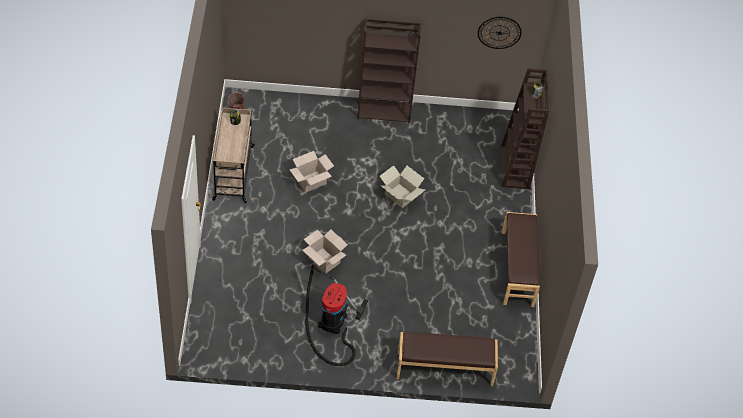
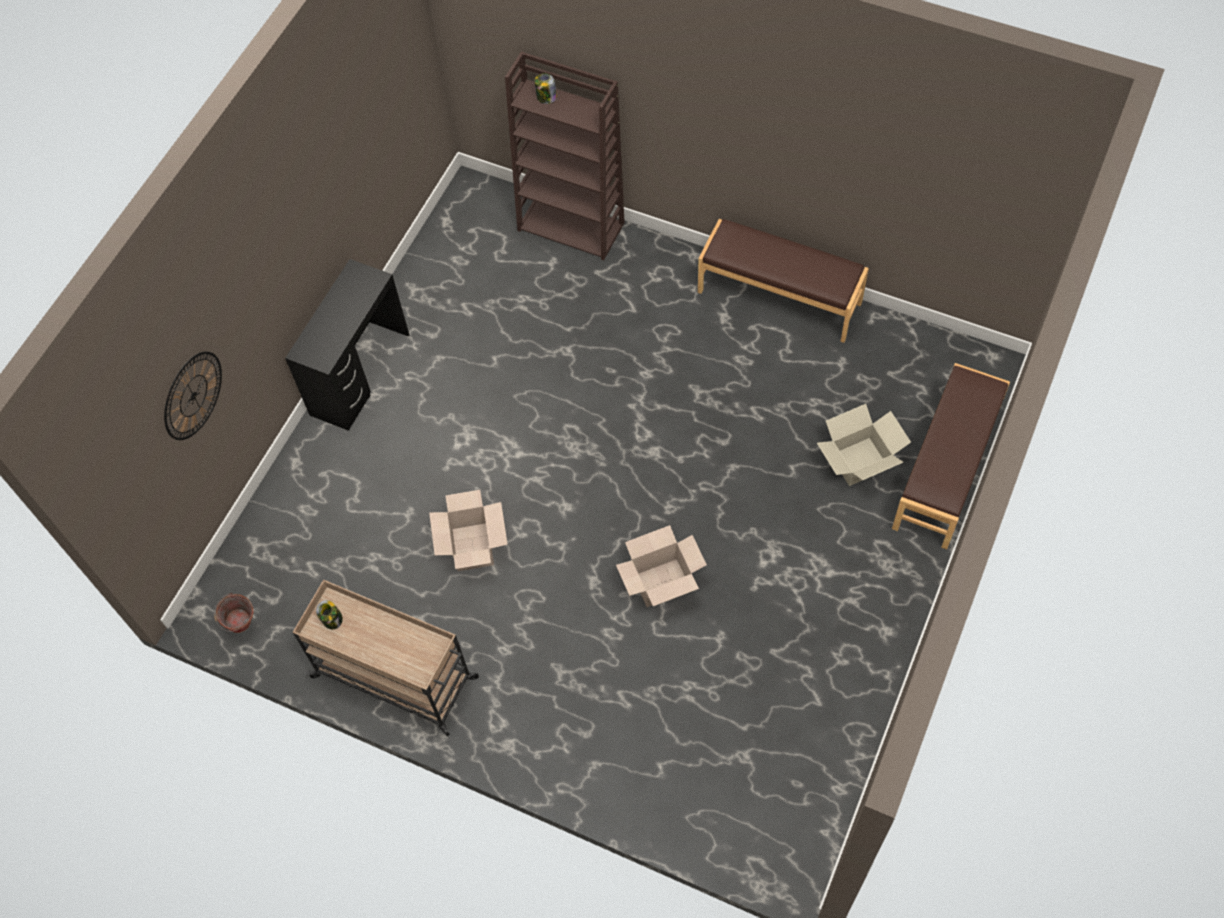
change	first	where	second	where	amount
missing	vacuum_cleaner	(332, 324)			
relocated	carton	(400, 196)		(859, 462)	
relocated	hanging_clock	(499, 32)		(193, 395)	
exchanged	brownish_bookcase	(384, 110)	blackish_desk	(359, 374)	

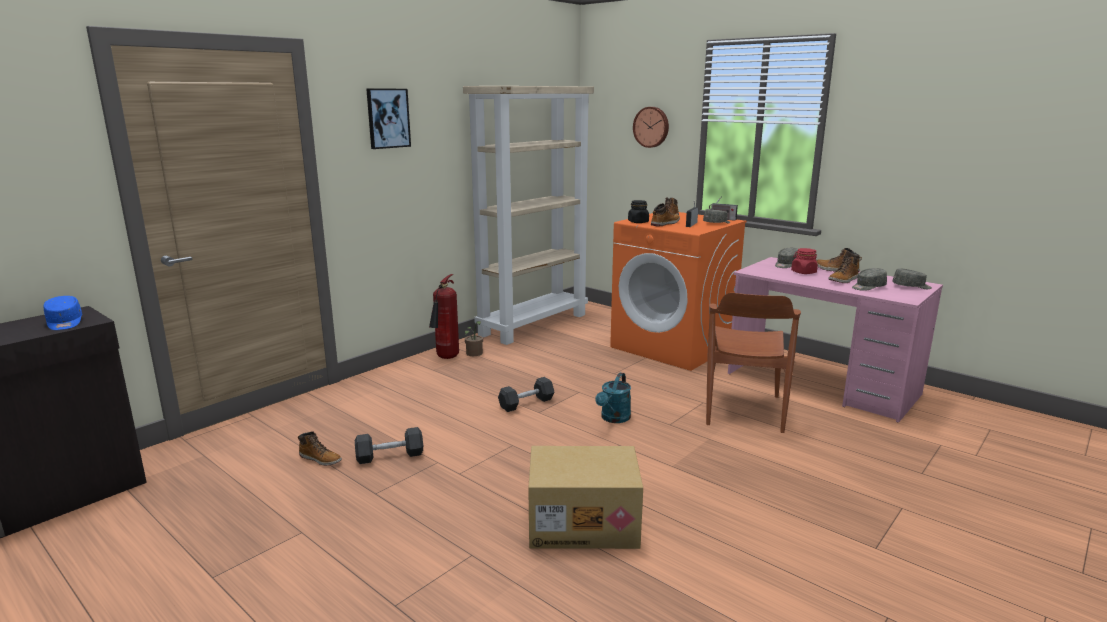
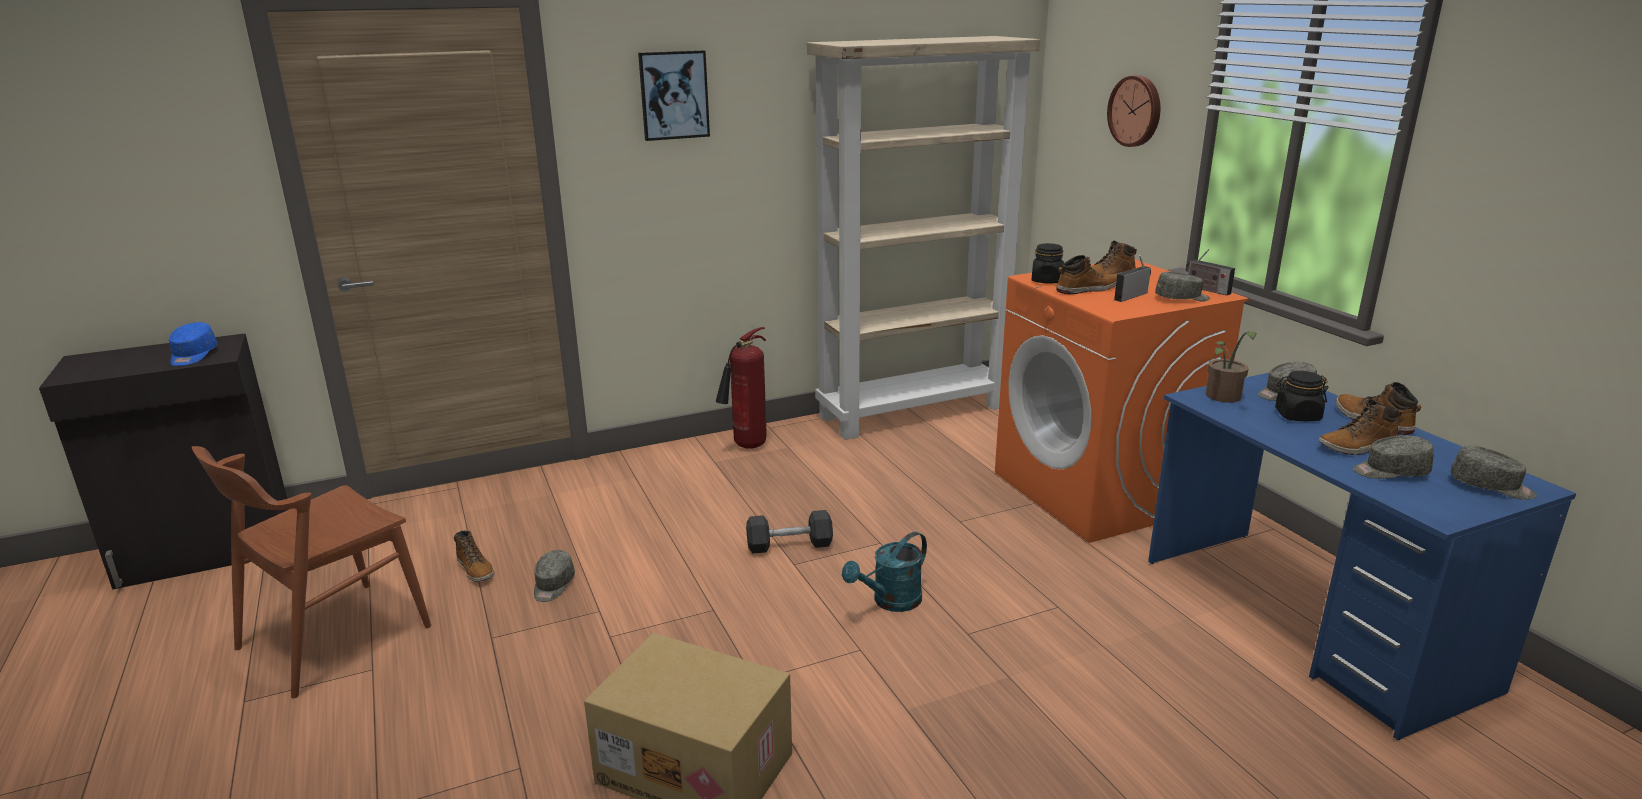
change	first	where	second	where	amount
relocated	potted_plant	(474, 354)		(1223, 398)	
relocated	brownish_plain_chair	(743, 410)		(333, 637)	
exchanged	grey_free_weight	(390, 456)	grey_baseball_cap	(553, 586)	
colour	pink_desk	(821, 384)	blue-coloured_desk	(1308, 622)	
colour	red_jar	(803, 272)	blackish_jar	(1297, 416)	

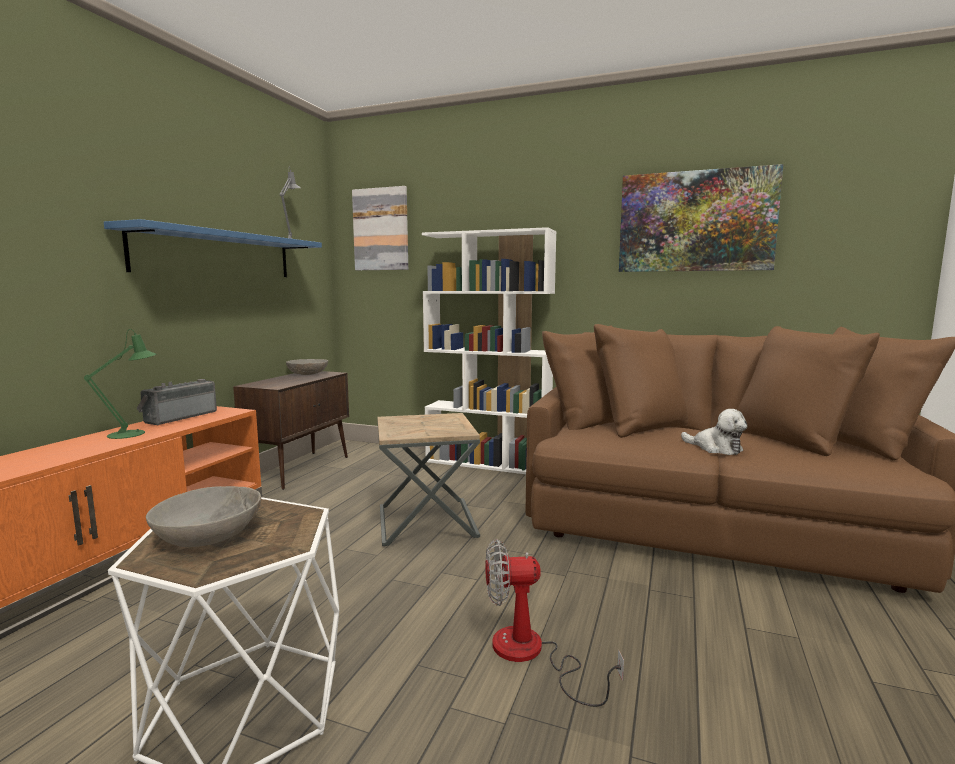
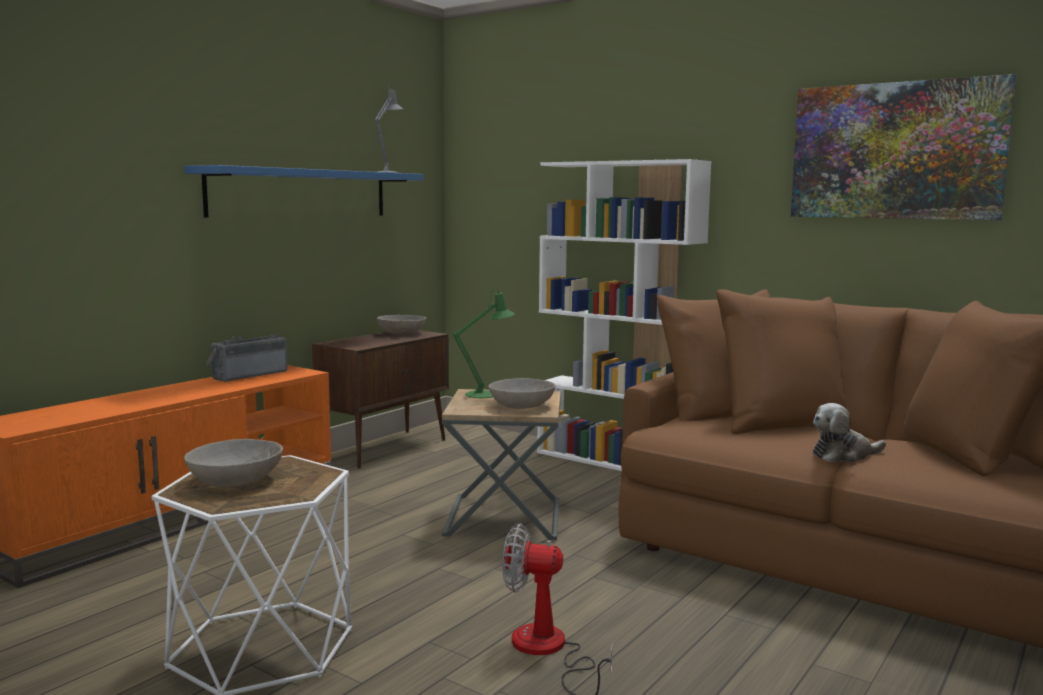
change	first	where	second	where	amount
missing	picture	(381, 229)			
appeared			grey_deep_dish	(521, 405)	
relocated	green_table_lamp	(132, 433)		(486, 394)	
spun	plush_toy	(715, 448)		(843, 455)	105 degrees clockwise

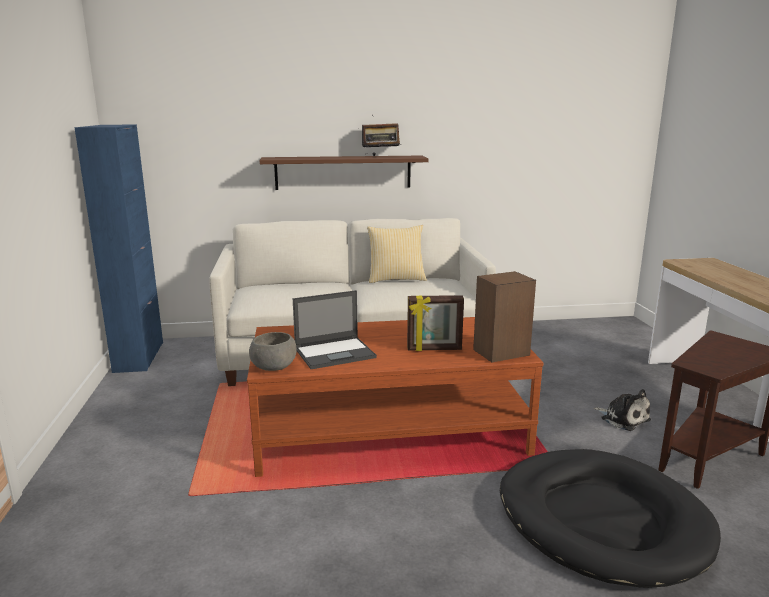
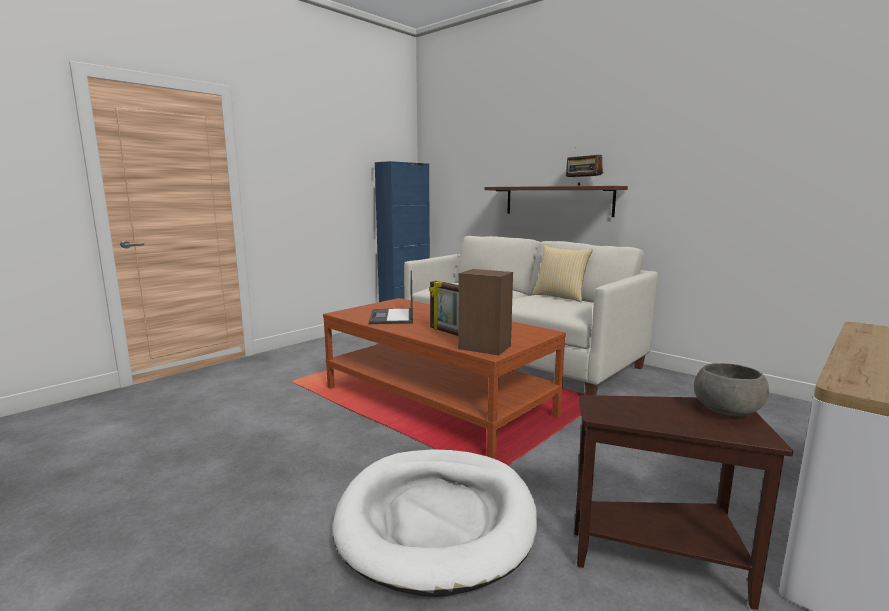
change	first	where	second	where	amount
missing	plush_toy	(623, 418)			
relocated	grey_deep_dish	(273, 366)		(726, 409)	
colour	blackish_dog_bed	(601, 520)	whitish_dog_bed	(436, 520)	
spun	laptop	(335, 353)		(392, 317)	60 degrees clockwise

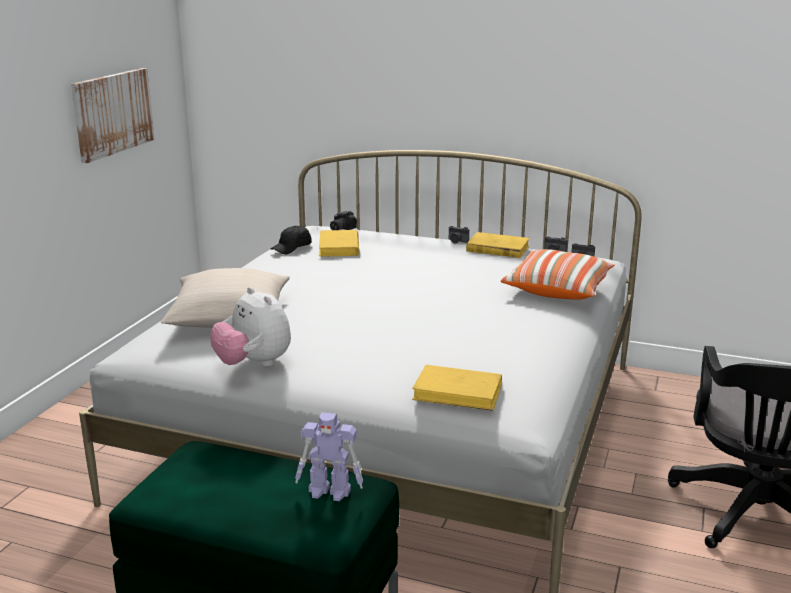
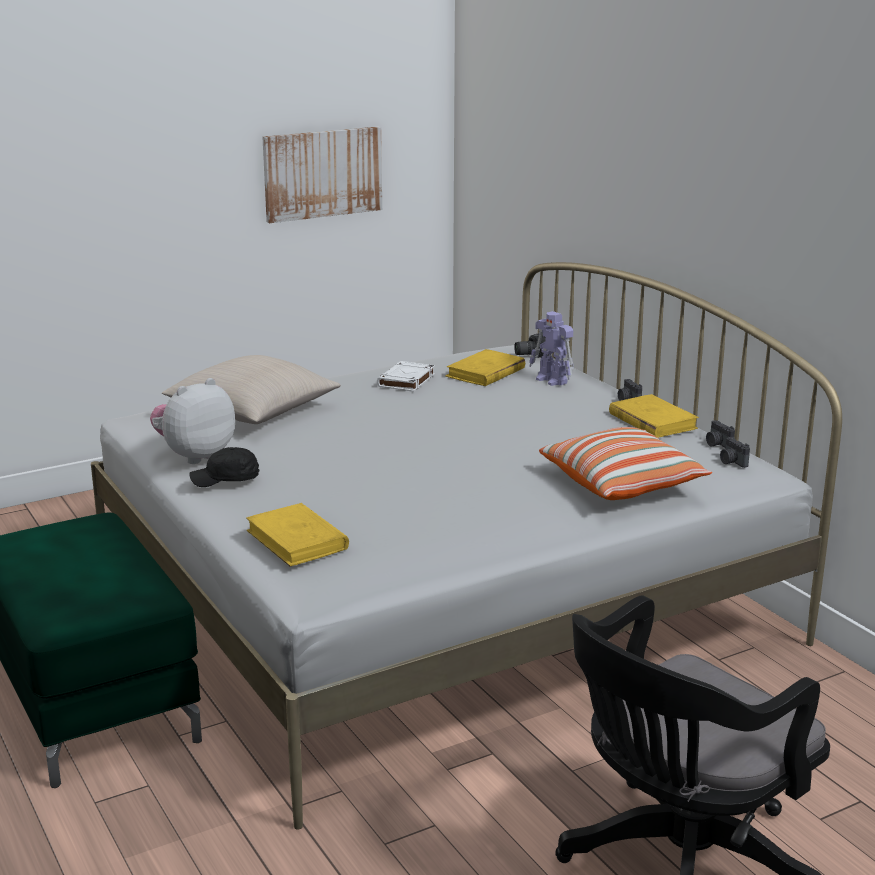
change	first	where	second	where	amount
appeared			whitish_bound_book	(406, 381)	
relocated	blackish_baseball_cap	(292, 248)		(226, 480)	
relocated	toy_robot	(330, 491)		(552, 380)	
spun	plush_toy	(253, 364)		(195, 456)	45 degrees clockwise

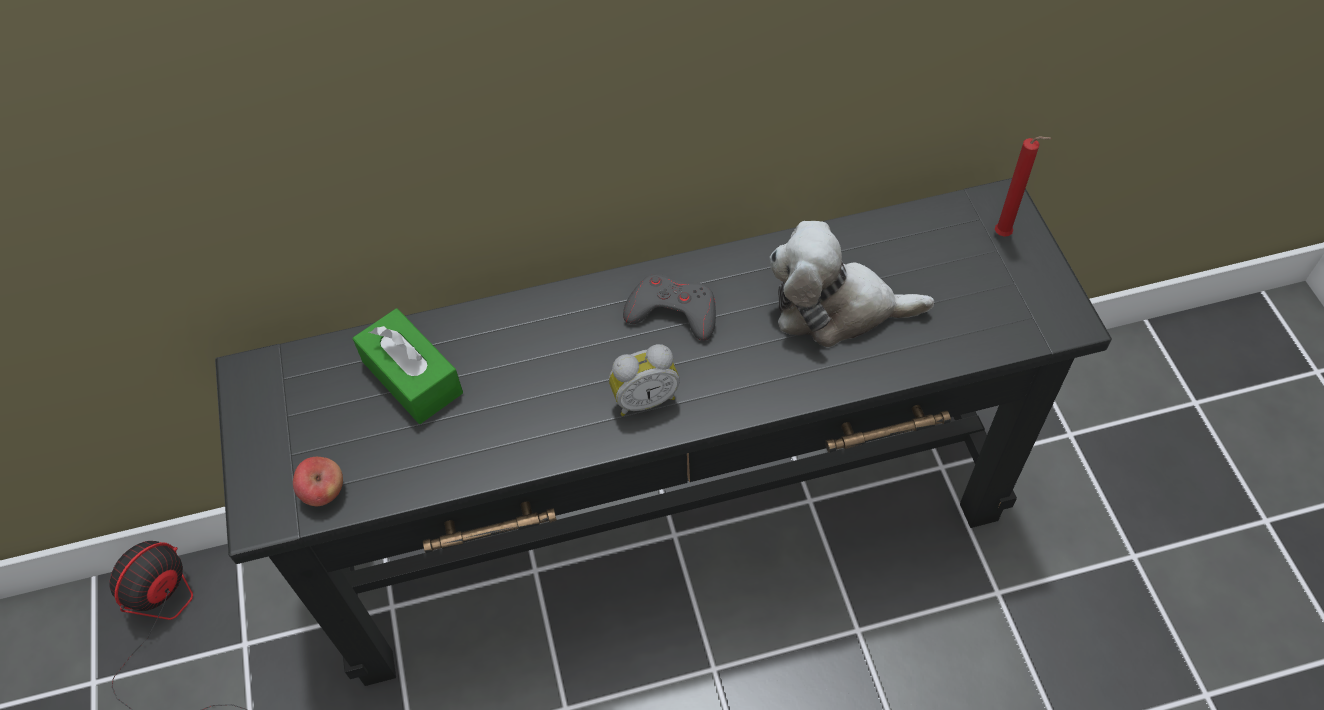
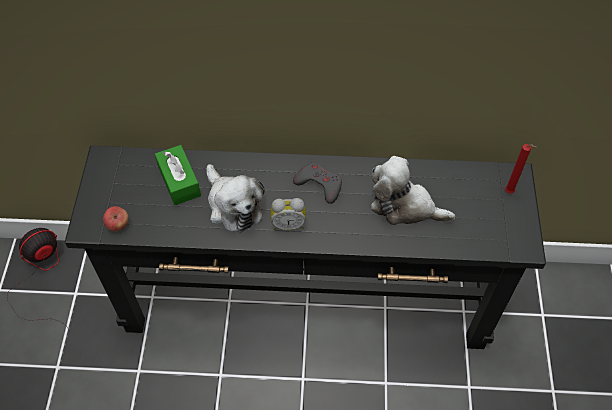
change	first	where	second	where	amount
appeared			plush_toy	(233, 205)	

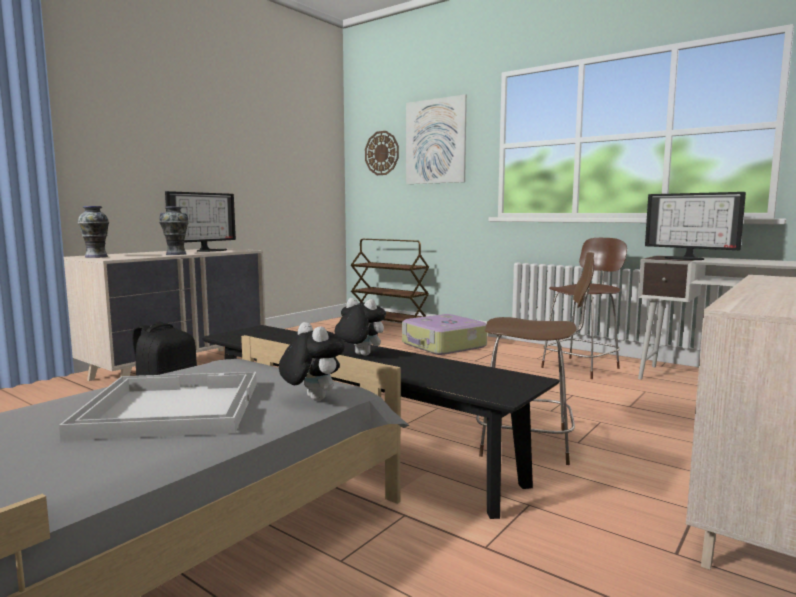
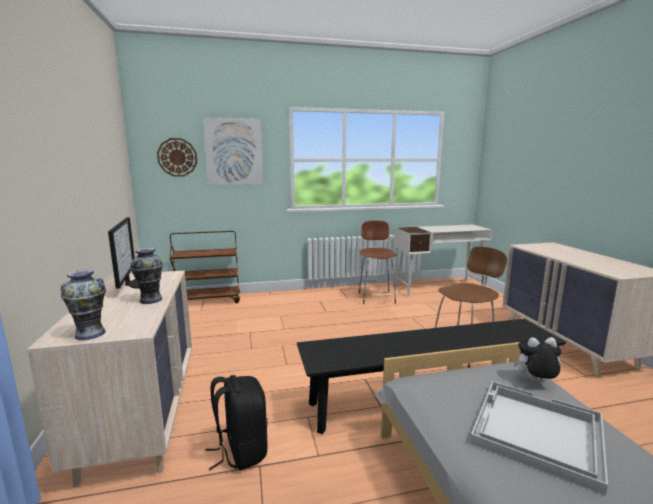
change	first	where	second	where	amount
missing	plush_toy	(359, 355)			
missing	suitcase	(443, 345)			
missing	computer_display	(686, 258)			

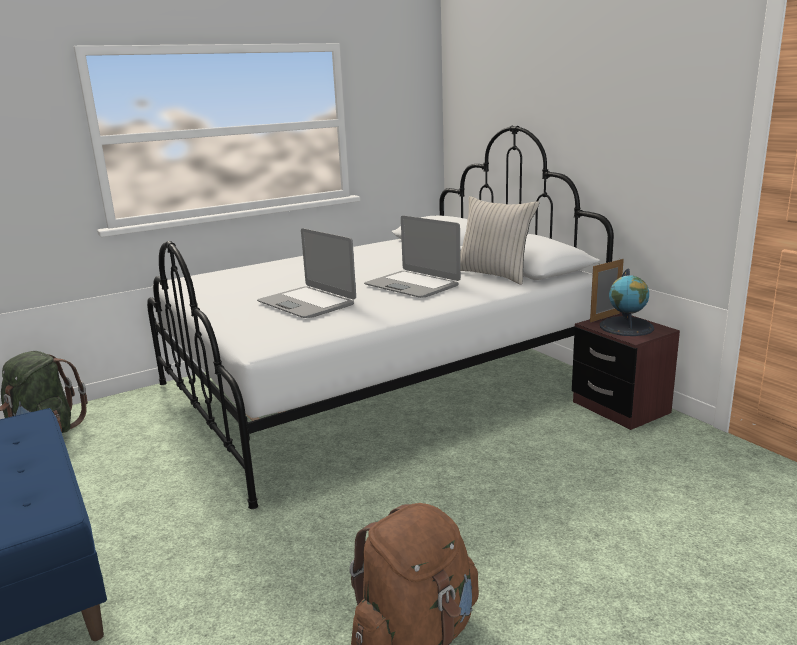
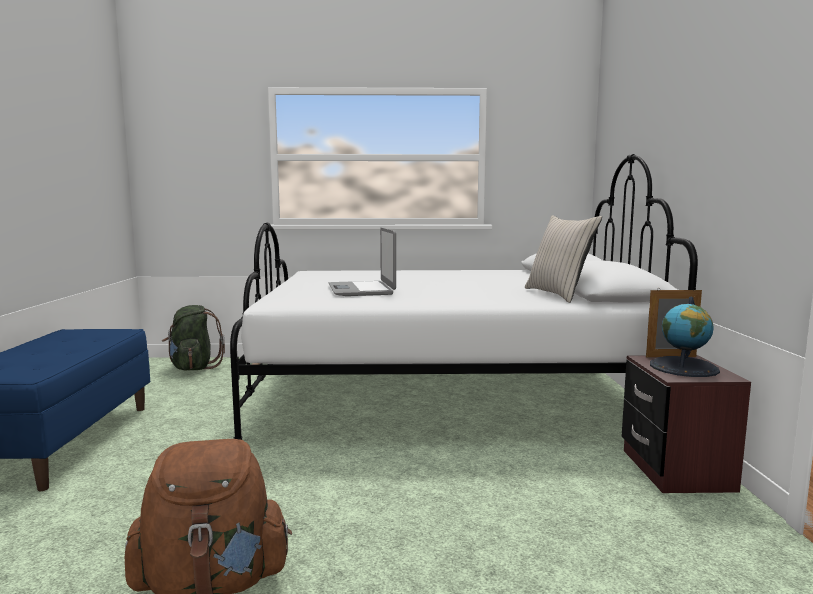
change	first	where	second	where	amount
missing	laptop	(412, 285)			

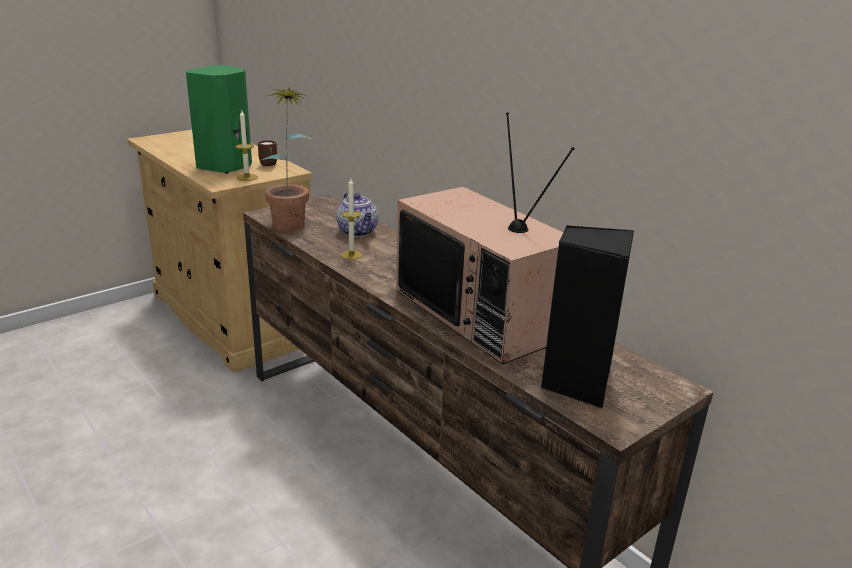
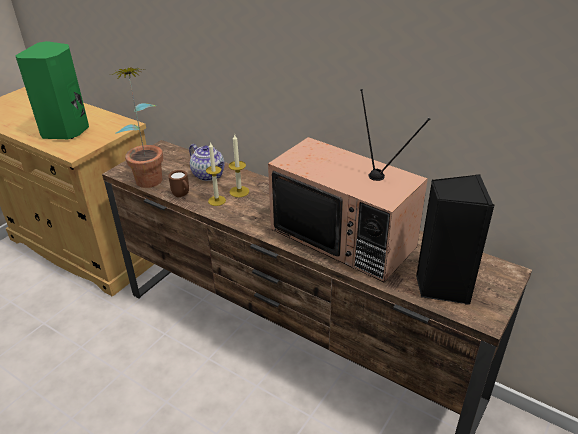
change	first	where	second	where	amount
relocated	candle	(247, 177)		(239, 191)	
relocated	brownish_tea_mug	(269, 166)		(182, 195)	

